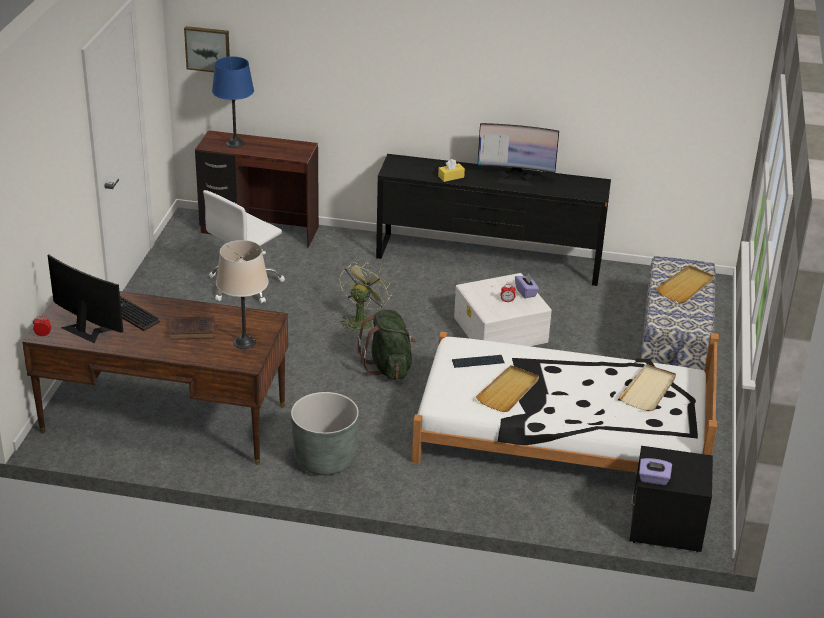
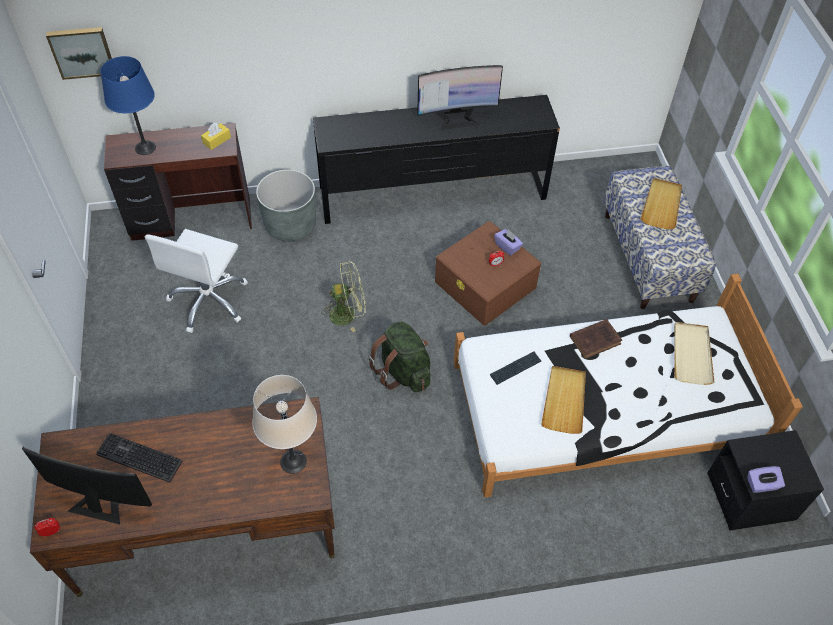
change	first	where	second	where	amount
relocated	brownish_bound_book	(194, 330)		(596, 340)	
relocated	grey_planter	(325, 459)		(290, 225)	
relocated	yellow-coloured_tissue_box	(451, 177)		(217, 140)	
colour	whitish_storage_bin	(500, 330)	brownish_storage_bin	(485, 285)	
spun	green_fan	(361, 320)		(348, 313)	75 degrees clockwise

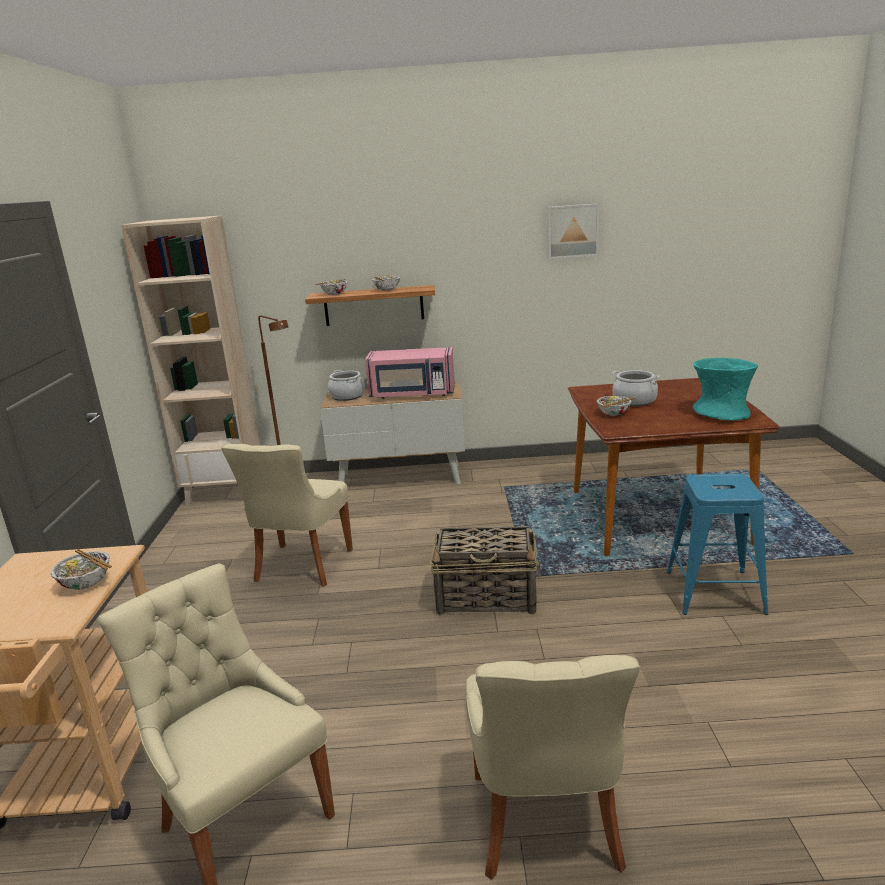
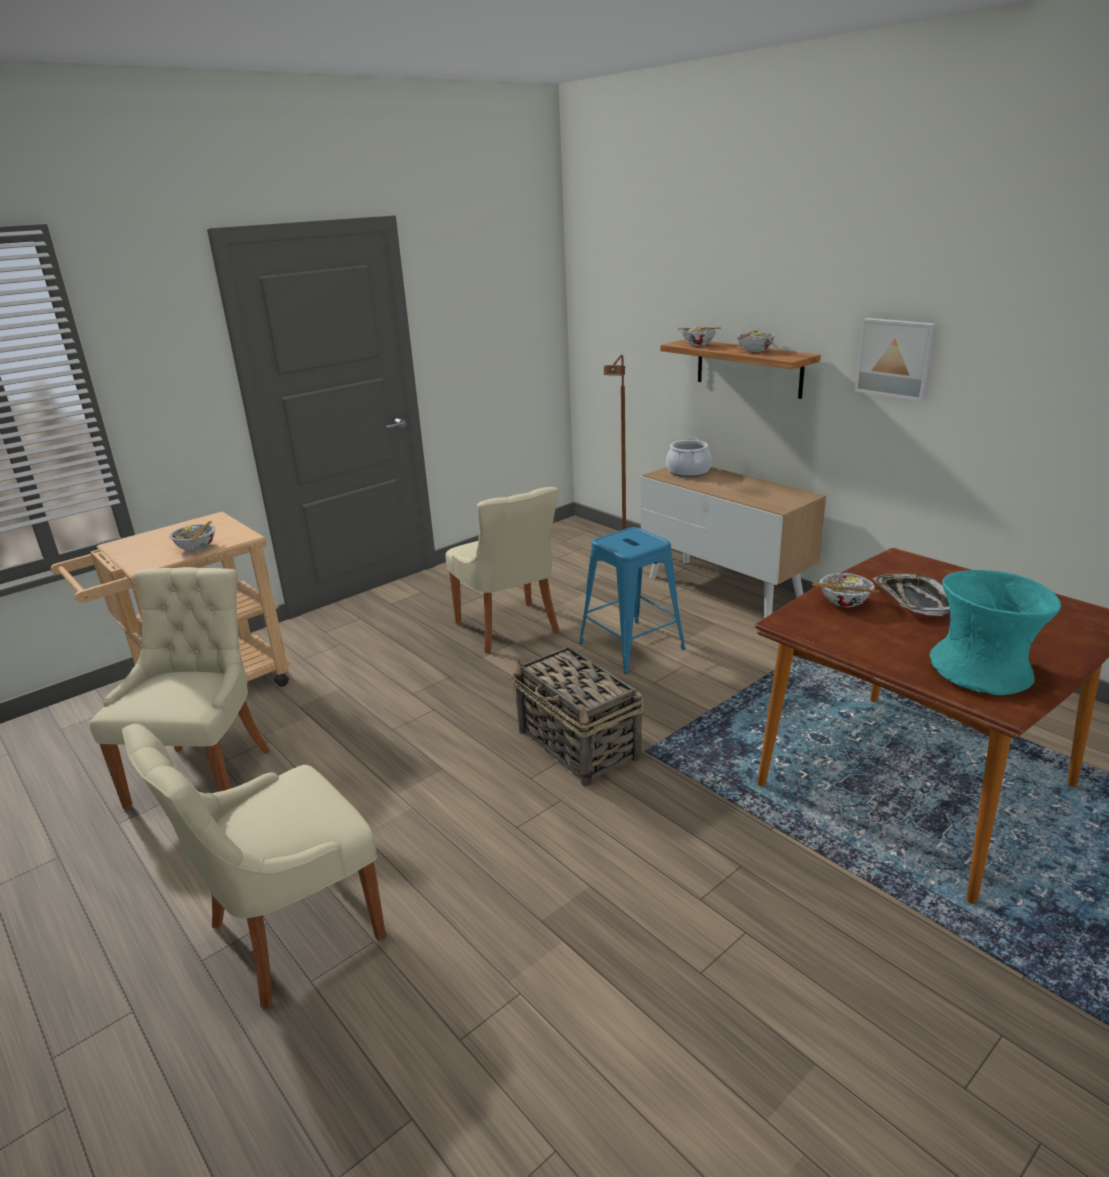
change	first	where	second	where	amount
missing	sand-coloured_bookcase	(226, 491)			
missing	pink_kitchen_microwave	(412, 394)			
relocated	picture	(572, 231)		(896, 358)	
relocated	blue-coloured_sitting_stool	(715, 592)		(632, 646)	
exchanged	stockpot	(634, 401)	tray	(916, 600)	
spun	sand-coloured_plain_chair	(301, 567)		(509, 629)	90 degrees counterclockwise

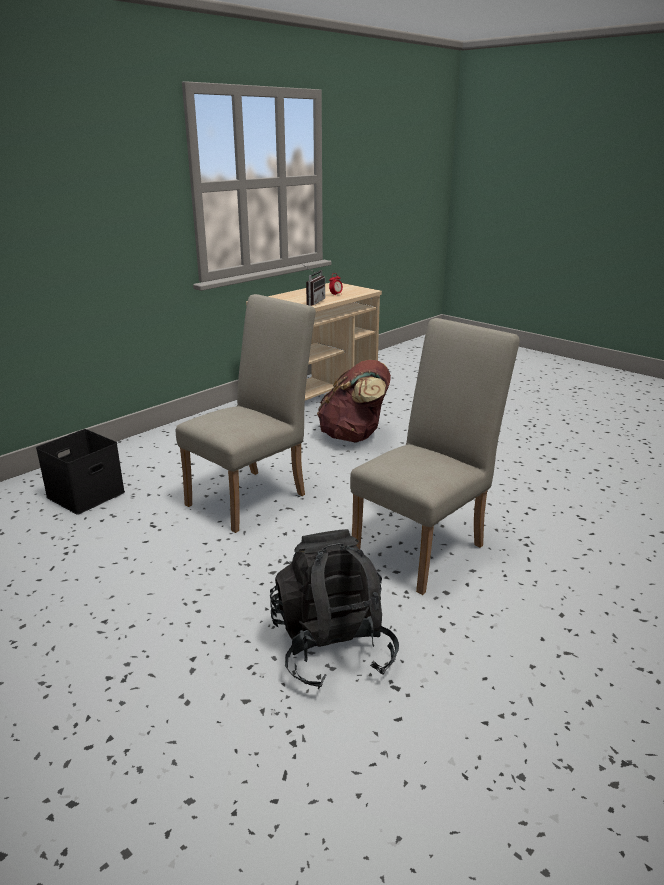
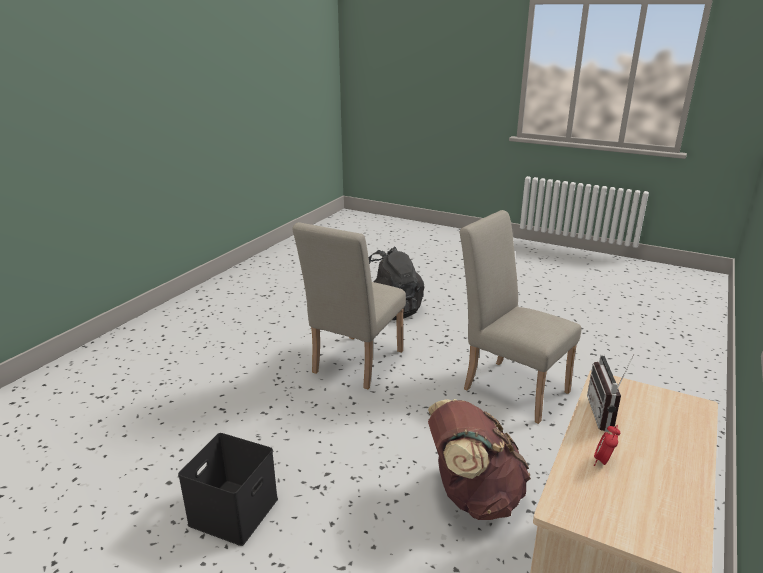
change	first	where	second	where	amount
relocated	blackish_storage_bin	(85, 495)		(233, 510)	
spun	sand-coloured_plain_chair	(253, 496)		(509, 386)	105 degrees clockwise

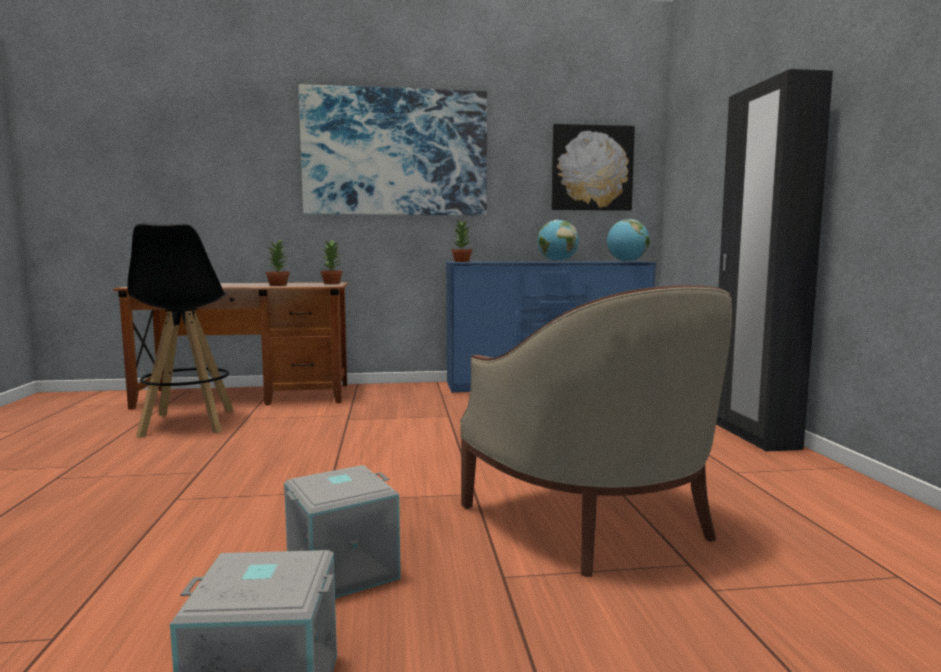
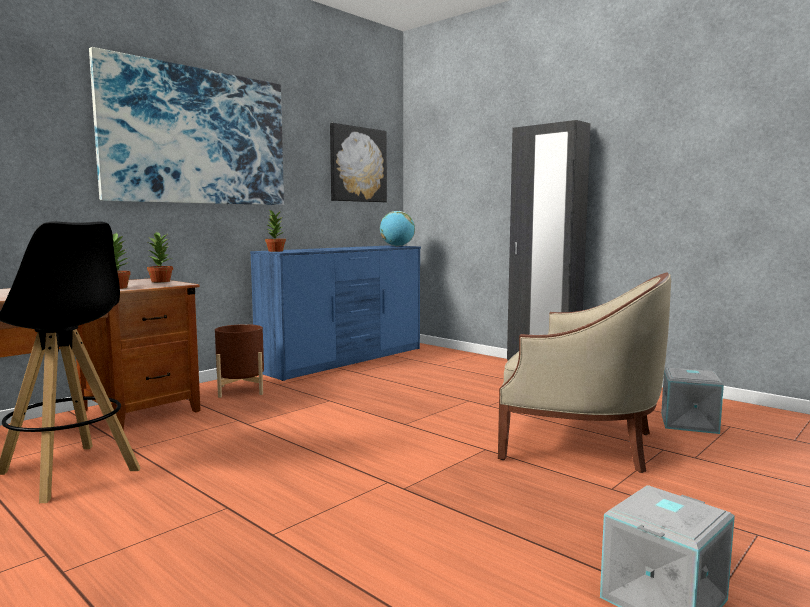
change	first	where	second	where	amount
missing	globe	(557, 261)			
appeared			brownish_planter	(241, 390)	
relocated	grey_storage_bin	(342, 572)		(690, 423)	

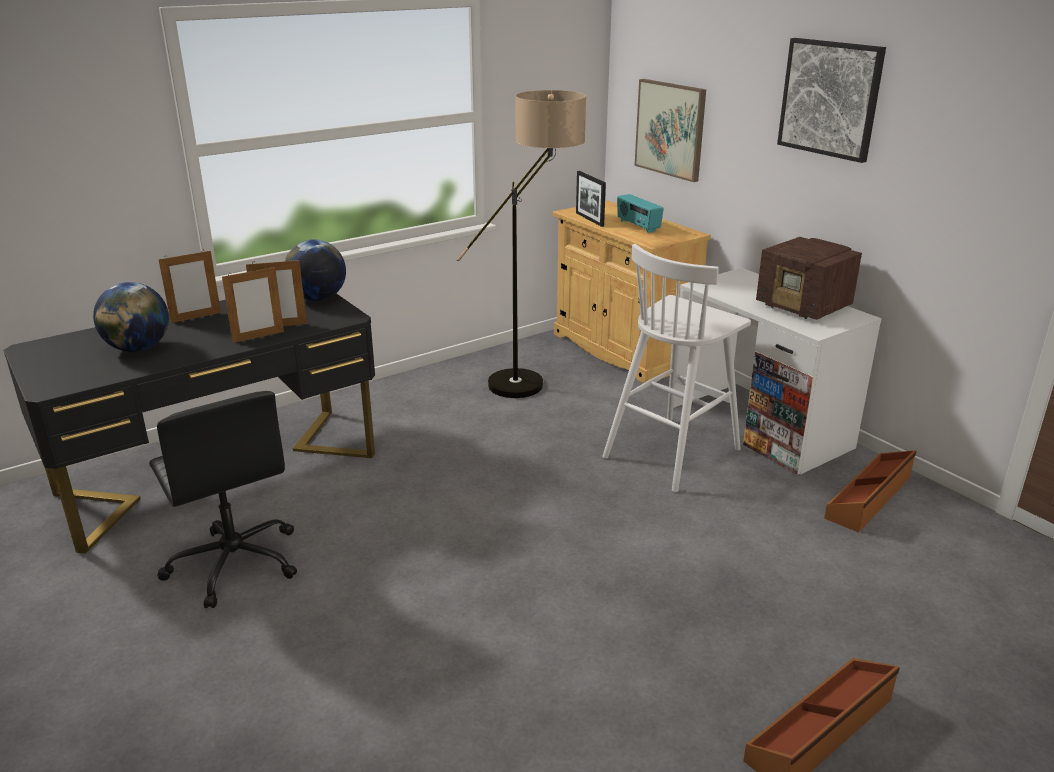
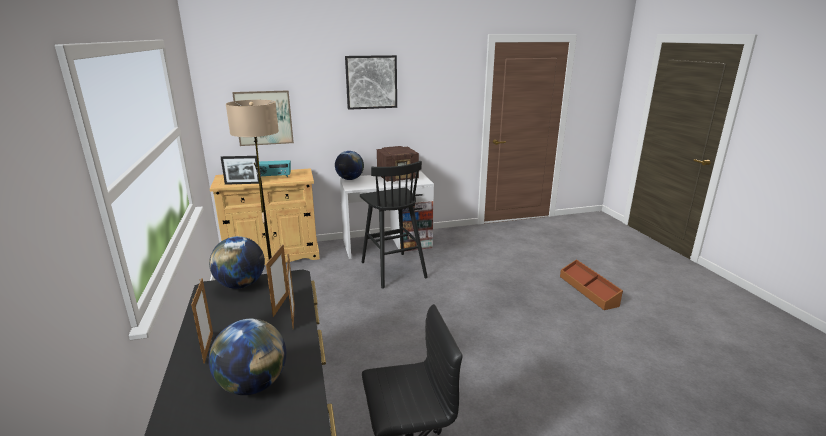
change	first	where	second	where	amount
missing	brownish_storage_bin	(870, 498)			
appeared			globe	(350, 179)	
colour	whitish_sitting_stool	(673, 452)	blackish_sitting_stool	(392, 269)	

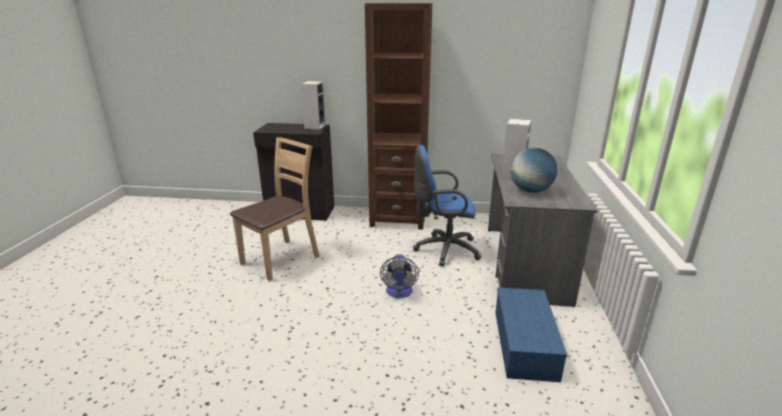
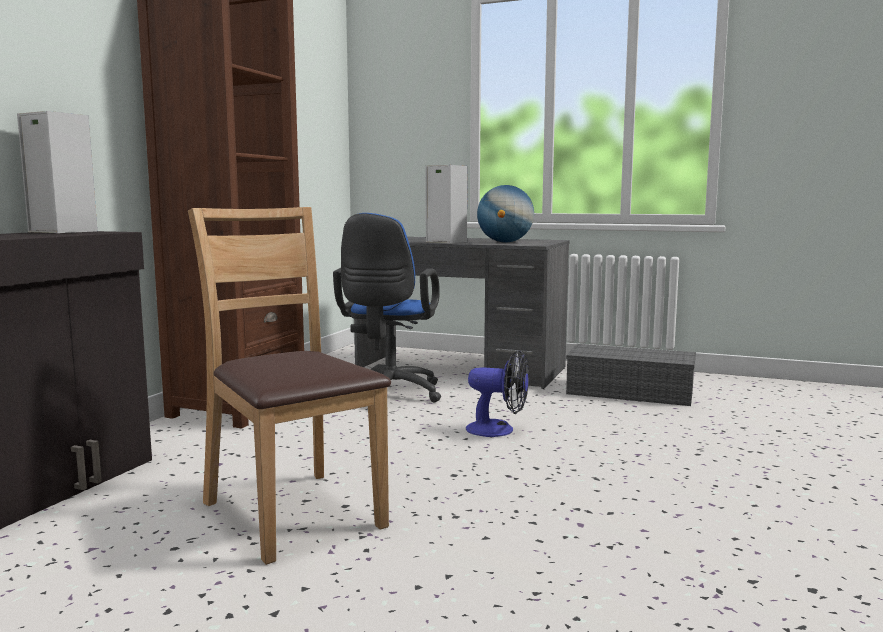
change	first	where	second	where	amount
colour	blue-coloured_storage_bin	(526, 345)	grey_storage_bin	(632, 392)	

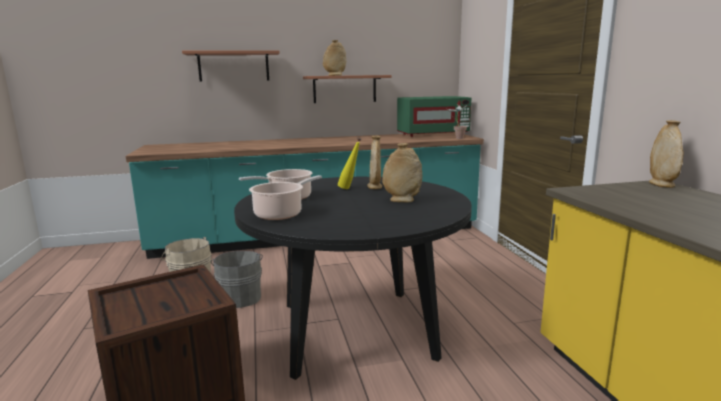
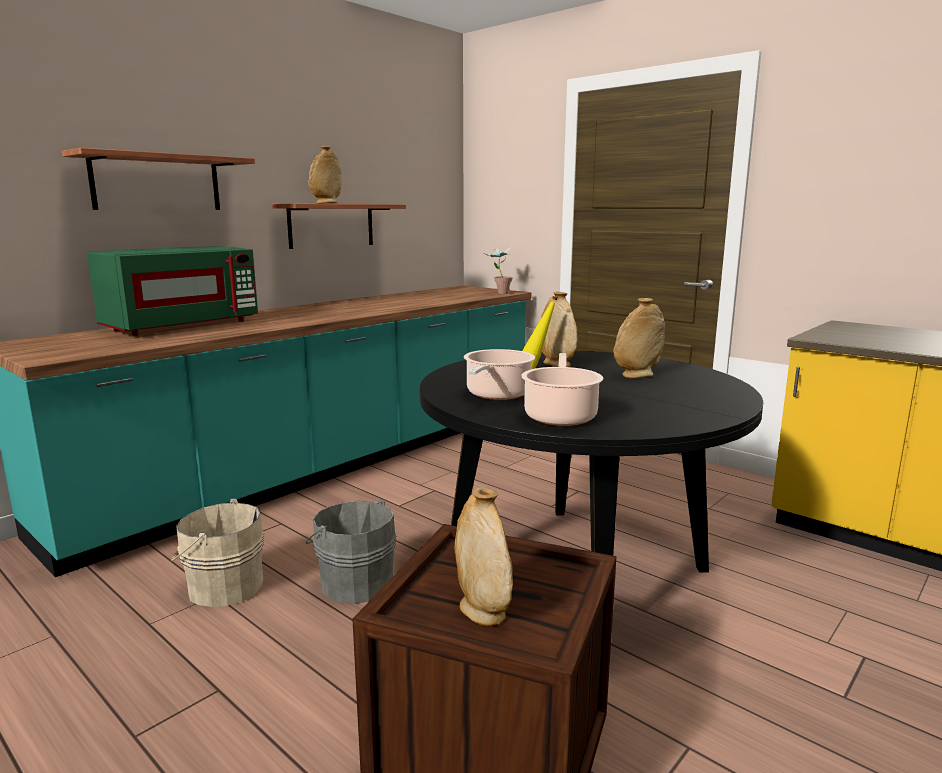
change	first	where	second	where	amount
relocated	green_kitchen_microwave	(432, 134)		(181, 326)	
relocated	sand-coloured_flower_vase	(661, 185)		(482, 612)	

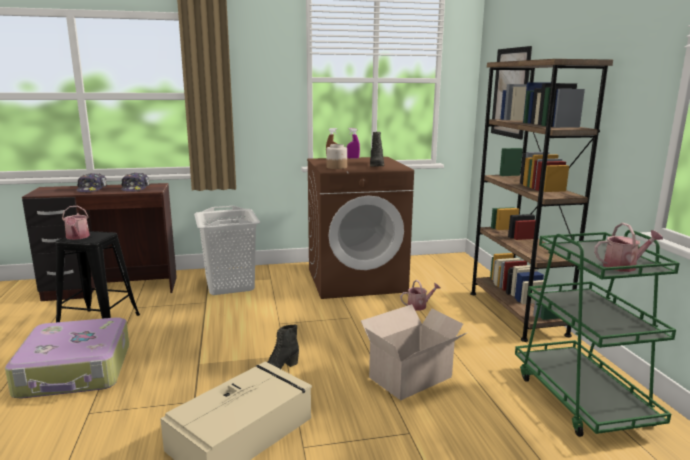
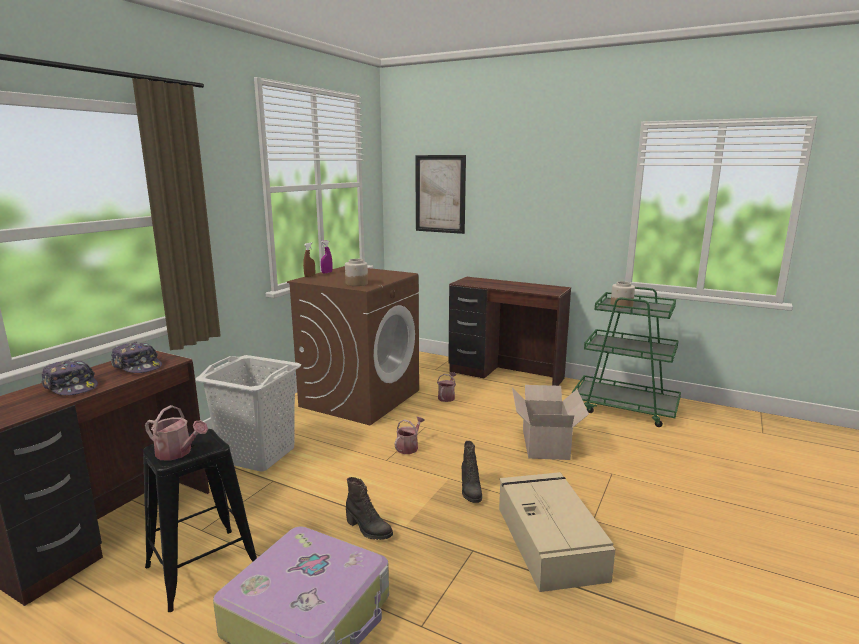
change	first	where	second	where	amount
appeared			jar	(621, 305)	
relocated	blackish_tall_boot	(376, 165)		(368, 529)	
relocated	sprinkling_can	(623, 266)		(409, 447)	
exchanged	brownish_bookcase	(516, 313)	brownish_desk	(505, 375)	

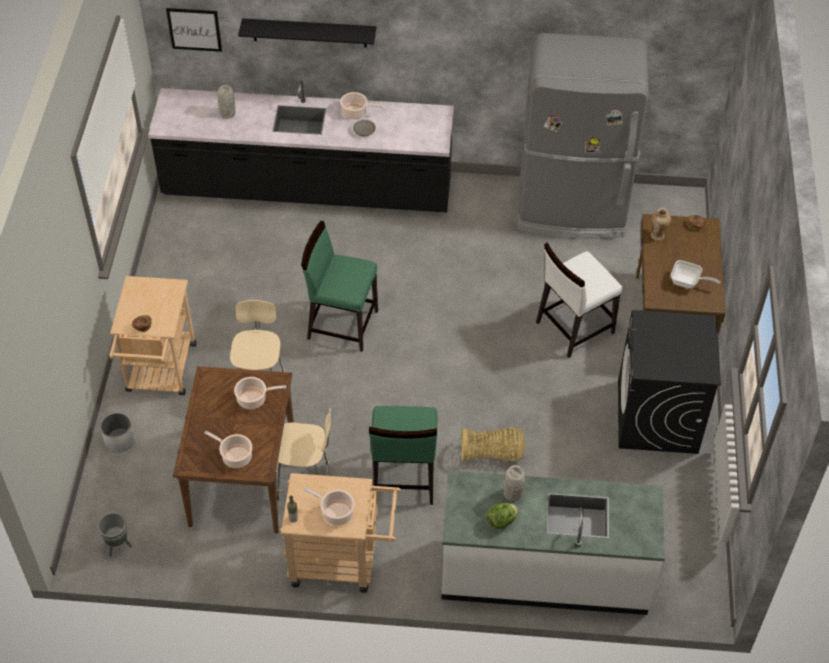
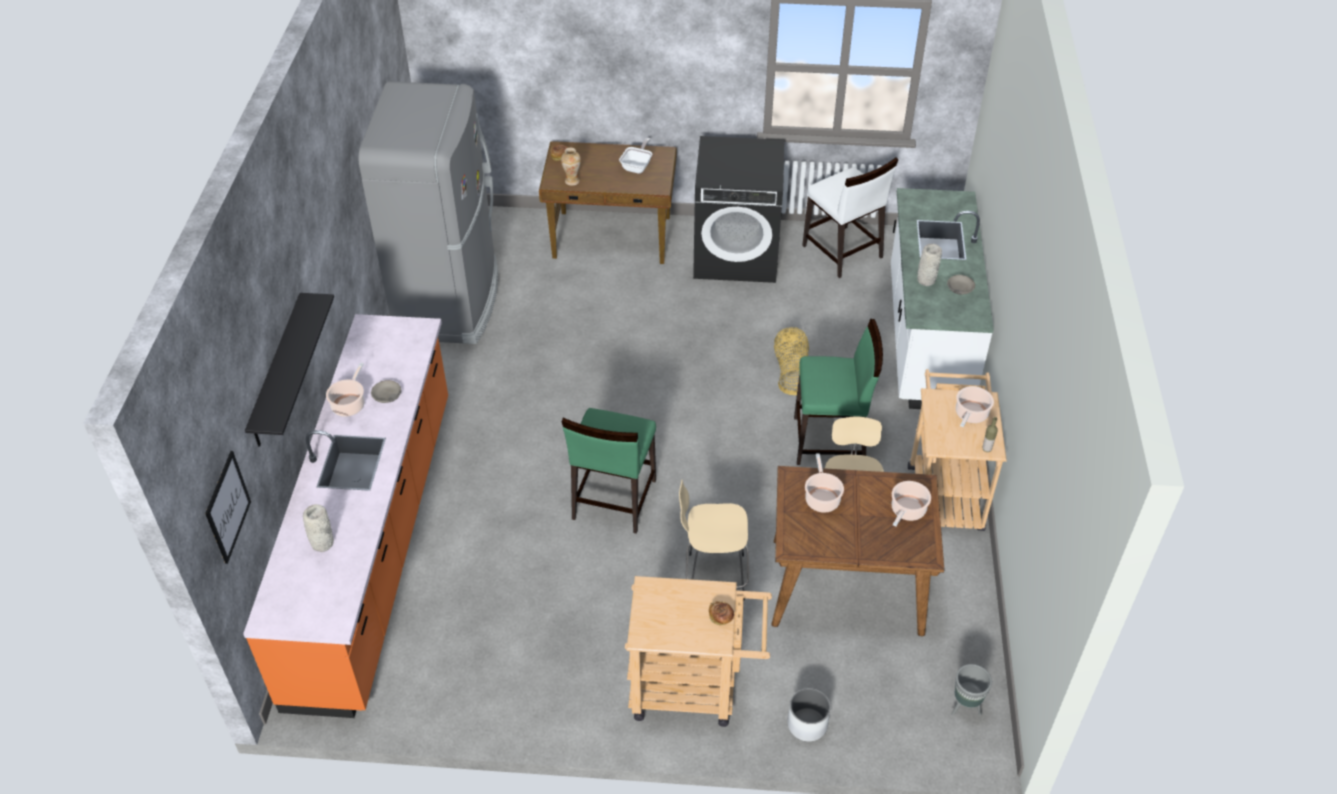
change	first	where	second	where	amount
relocated	whitish_plain_chair	(573, 327)		(842, 252)	
exchanged	lettuce	(501, 521)	grey_deep_dish	(959, 288)	
colour	blackish_kitchen_counter	(307, 189)	orange-coloured_kitchen_counter	(374, 544)	

